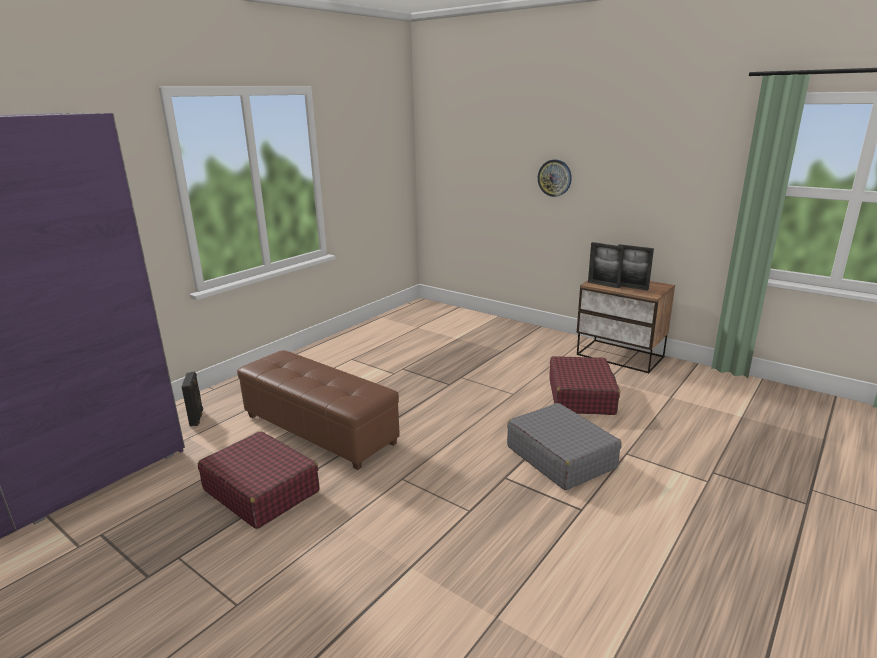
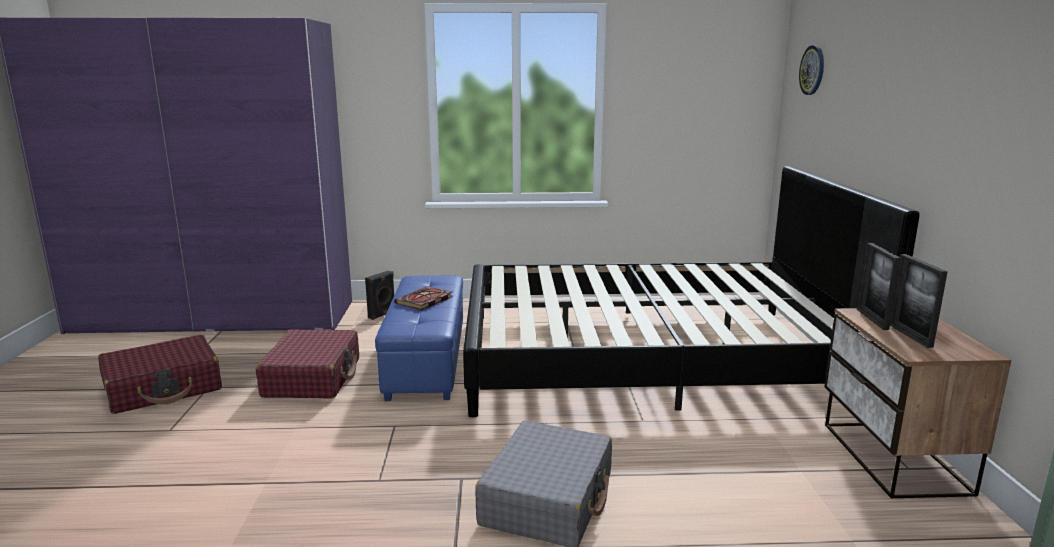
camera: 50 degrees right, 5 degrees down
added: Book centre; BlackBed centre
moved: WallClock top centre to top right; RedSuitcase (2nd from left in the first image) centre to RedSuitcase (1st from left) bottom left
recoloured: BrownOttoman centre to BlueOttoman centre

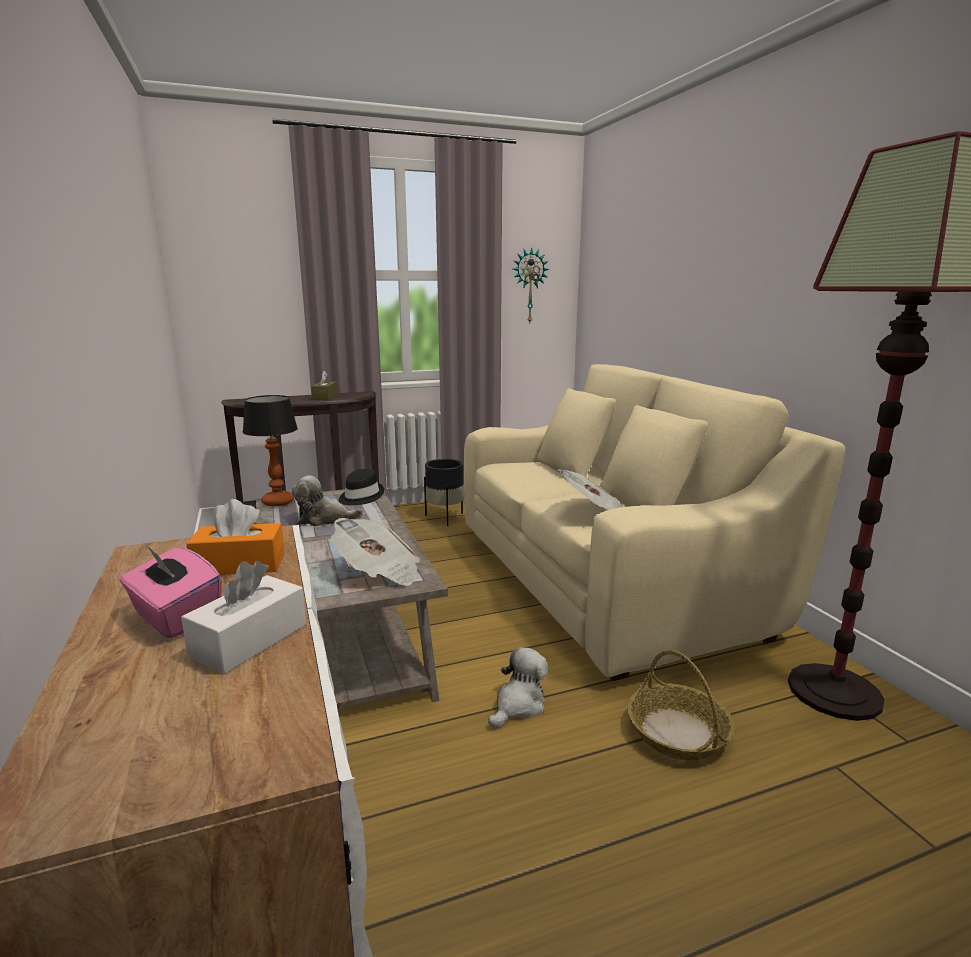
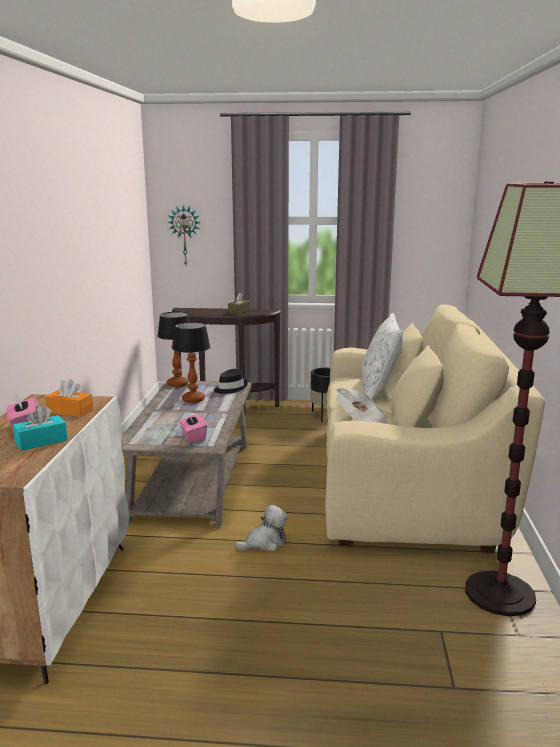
camera: 25 degrees right, 0 degrees up
removed: Basket bottom right
added: WhitePillow middle right
moved: WallClock top centre to top left
replaced: PlushToy (1st from left) centre to TableLamp (2nd from left) centre; Newspaper (1st from left) centre to PinkTissueBox (2nd from left) centre
recoloured: WhiteTissueBox middle left to TurquoiseTissueBox middle left

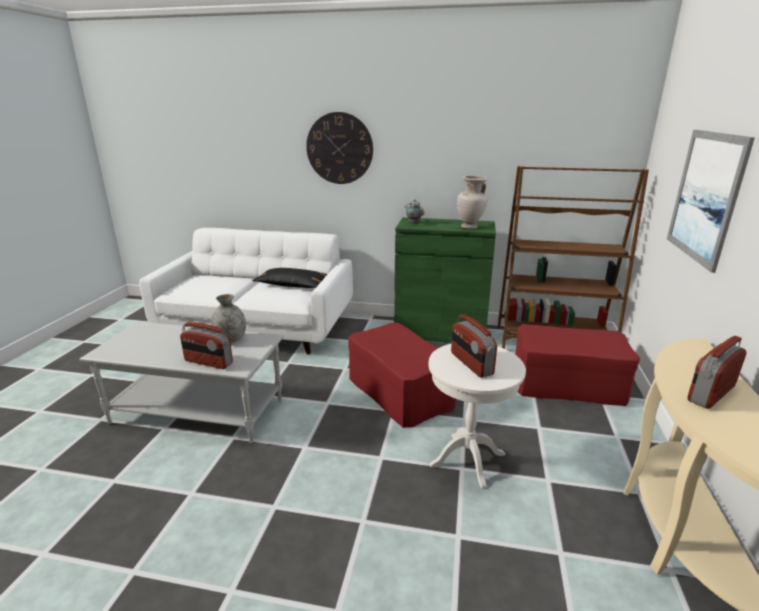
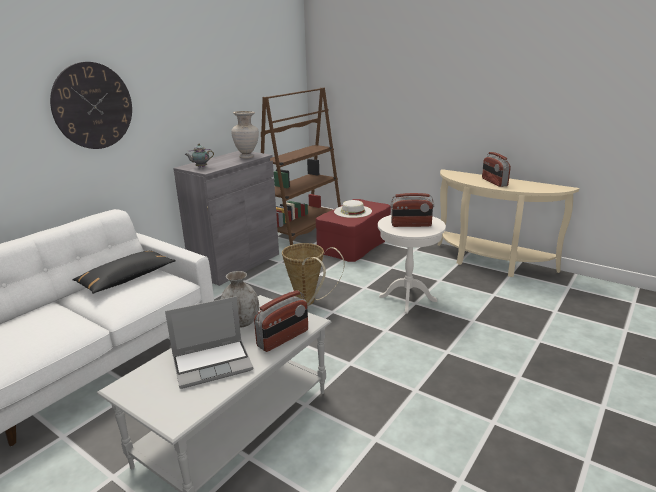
camera: 65 degrees left, 0 degrees up
removed: Picture top right
added: Laptop bottom left; WhiteHat centre
replaced: RedOttoman (1st from left) centre to Basket centre
recoloured: GreenCabinet centre to GreyCabinet centre

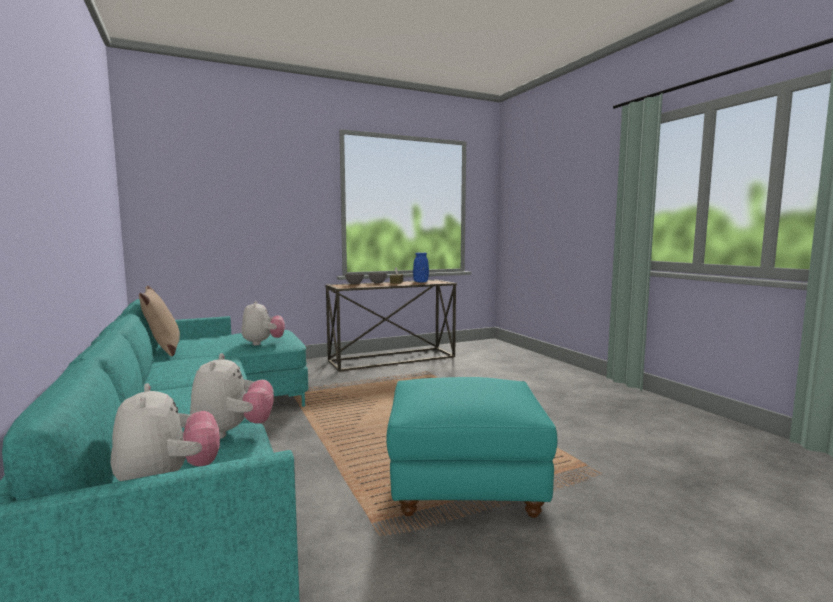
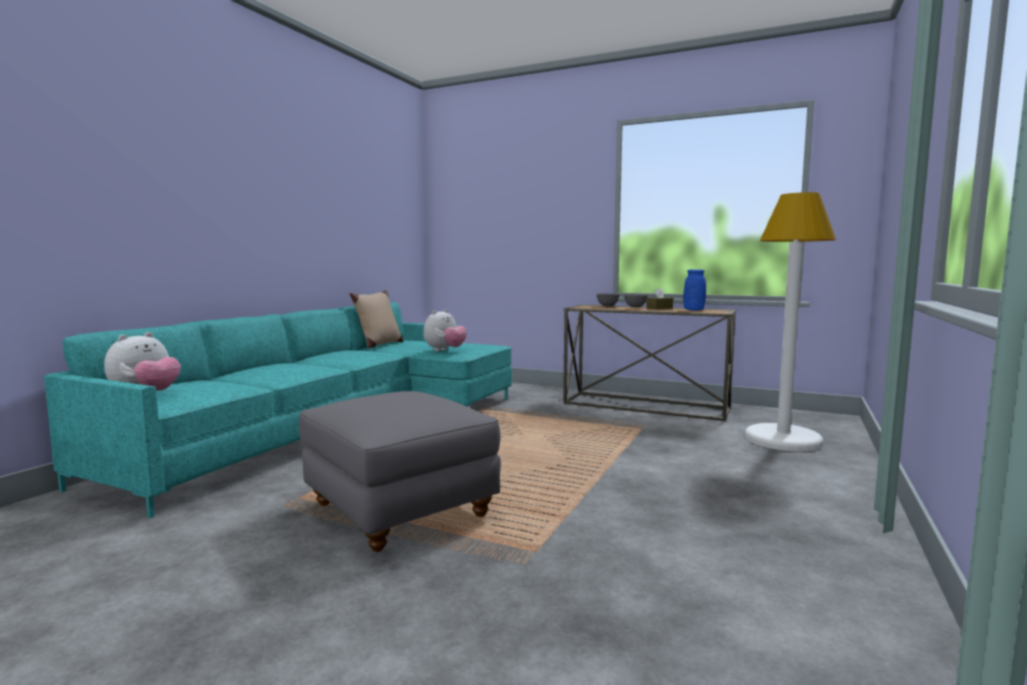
camera: 50 degrees right, 0 degrees up
removed: PlushToy (2nd from left) middle left
added: WhiteFloorLamp middle right
recoloured: TurquoiseOttoman bottom centre to GreyOttoman bottom centre

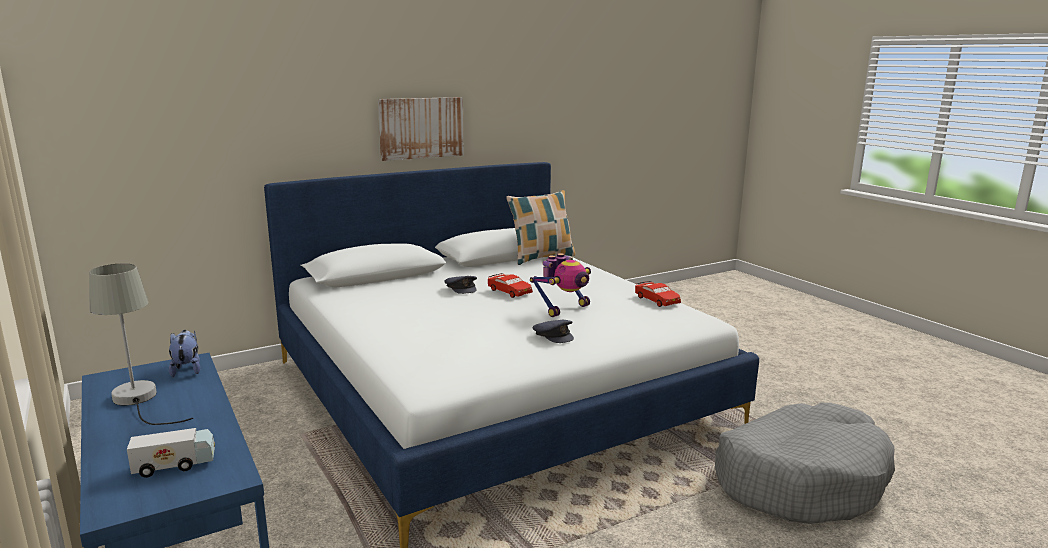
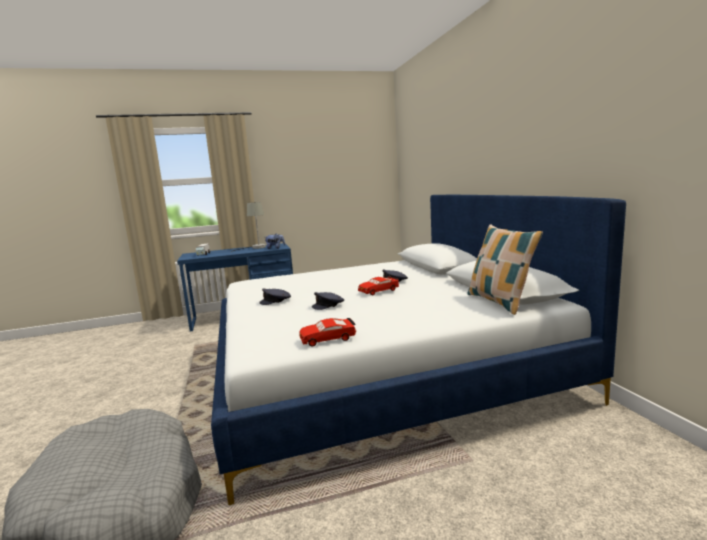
camera: 105 degrees right, 5 degrees down
removed: Picture top centre
replaced: ToyRobot centre to GreyCap (2nd from left) centre

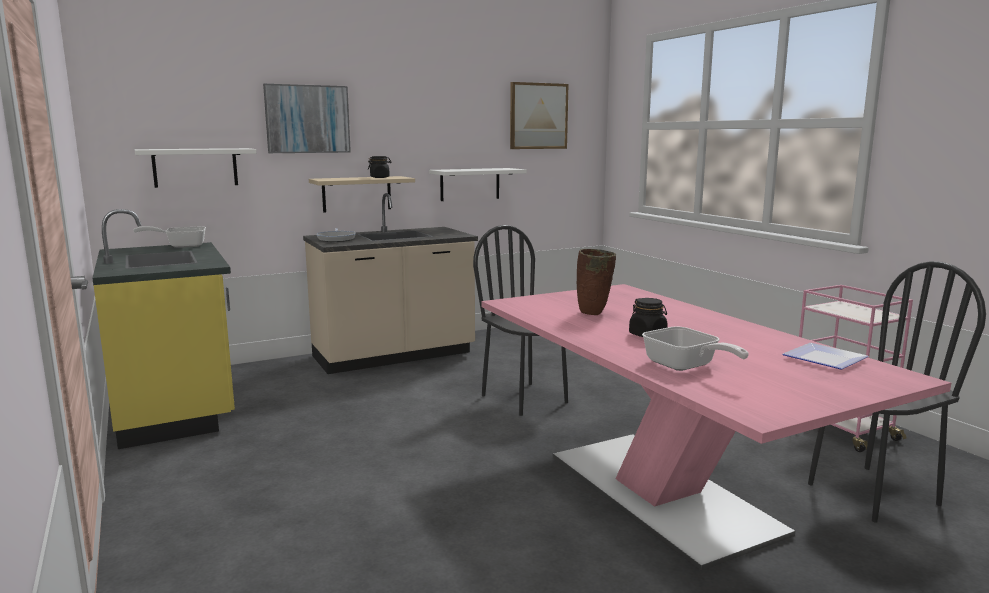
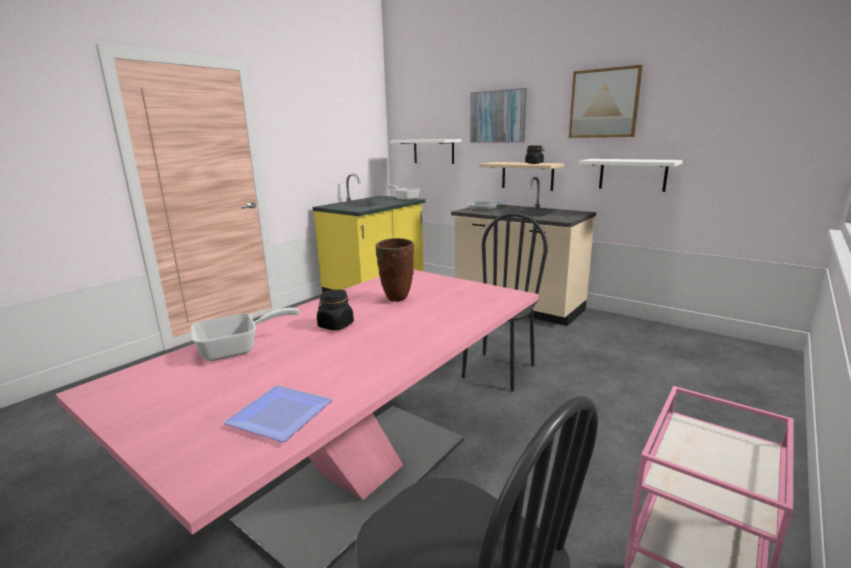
camera: 65 degrees right, 5 degrees up
moved: Picture (2nd from left) top centre to top right
turned: FryingPan (3rd from left in the first image) middle right = middle left 150 degrees counterclockwise

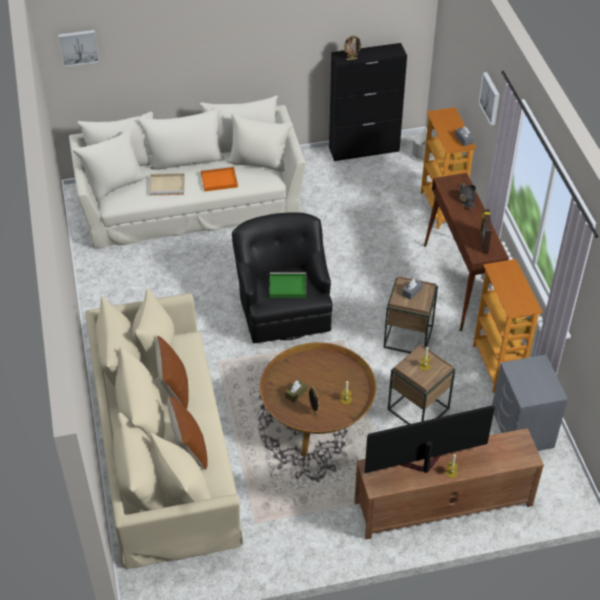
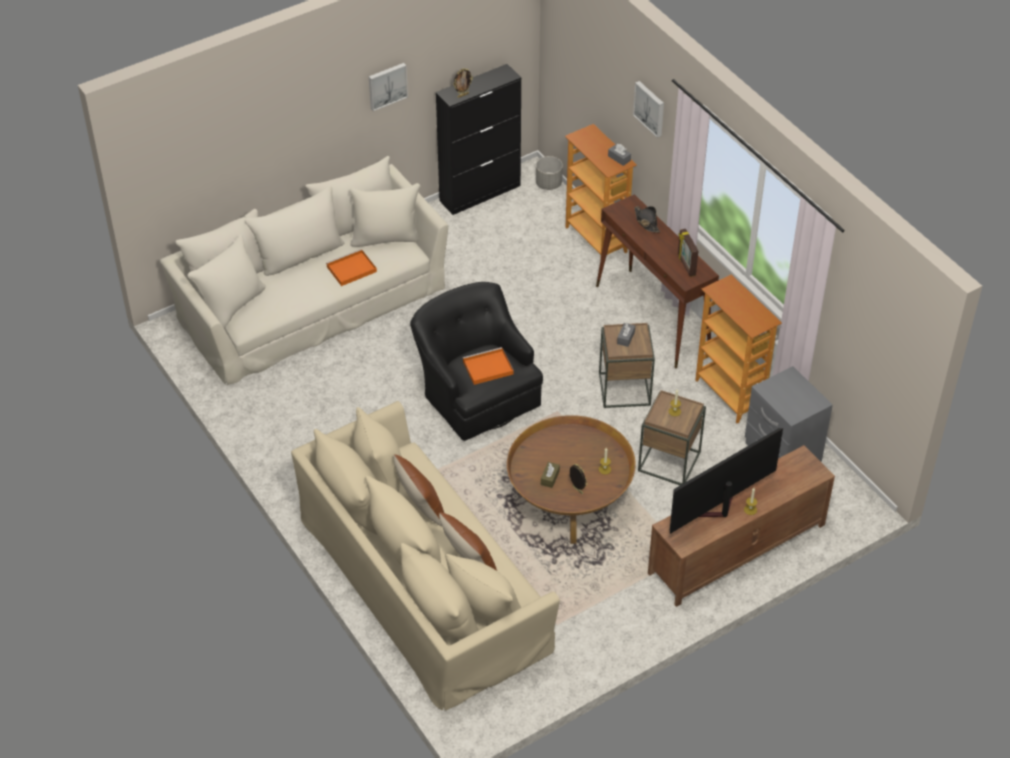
camera: 20 degrees left, 0 degrees up
removed: BeigeTray top left
moved: Picture (1st from left) top left to top centre
recoloured: GreenTray centre to OrangeTray (2nd from left) centre

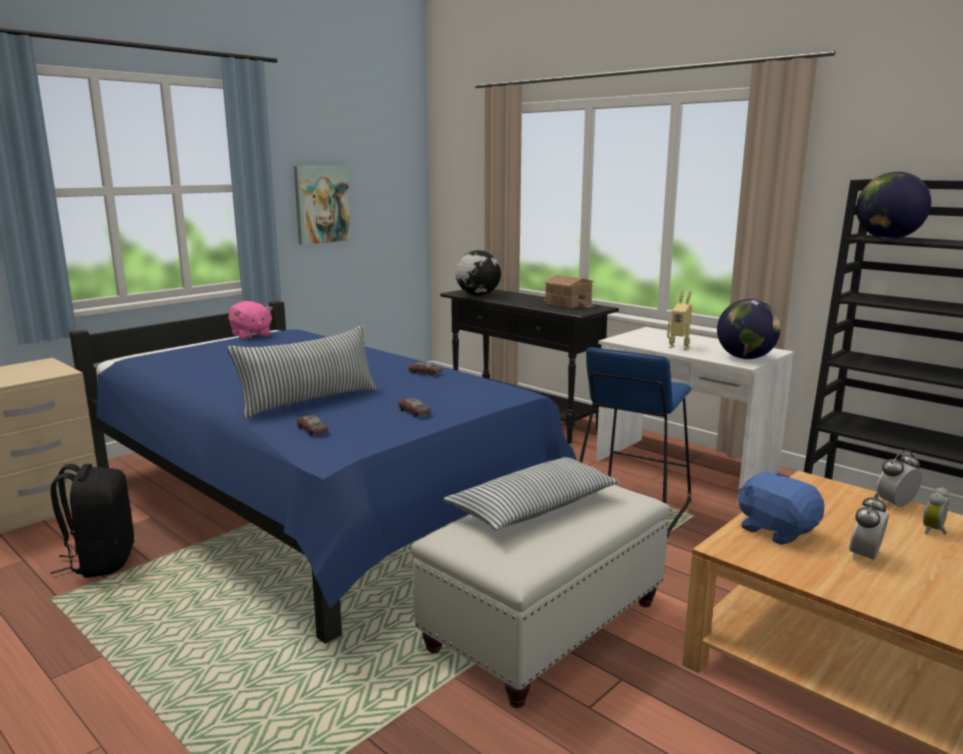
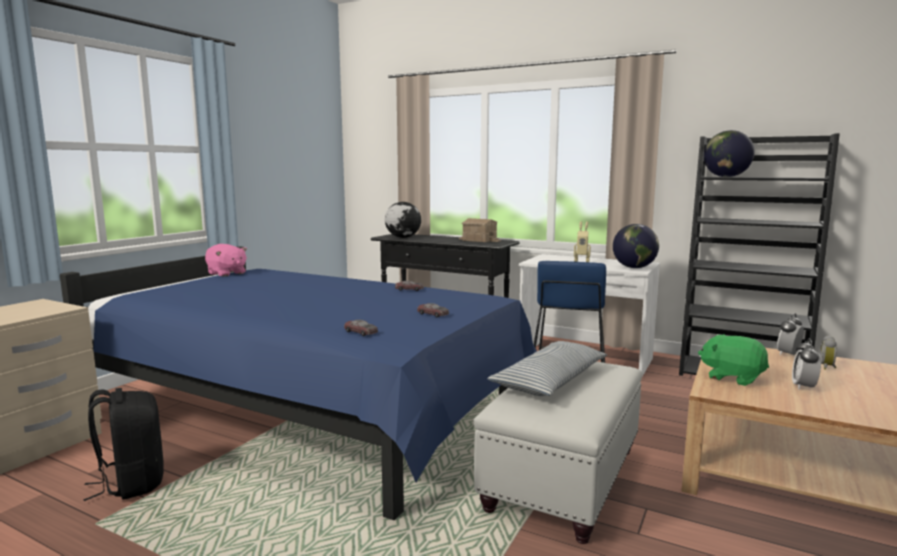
camera: 15 degrees left, 5 degrees down
removed: Pillow (1st from left) middle left; Picture top centre
recoloured: BluePlushToy bottom right to GreenPlushToy middle right

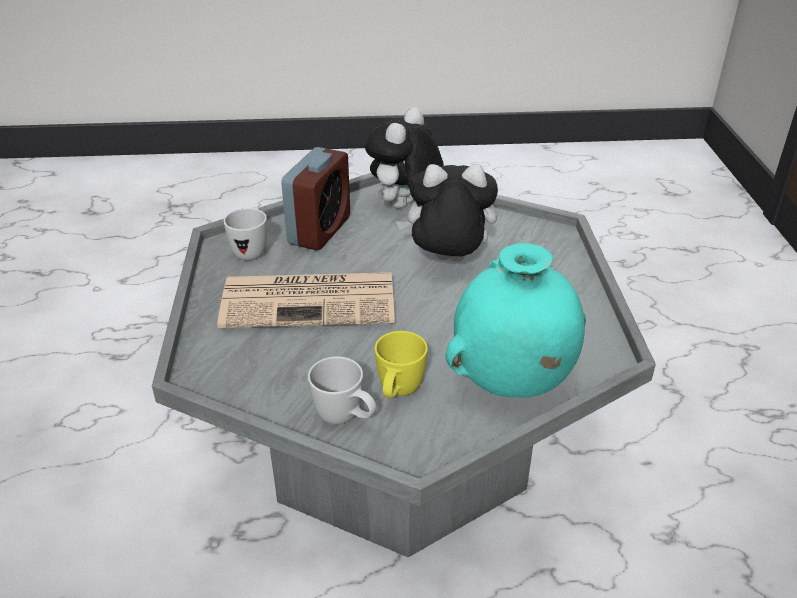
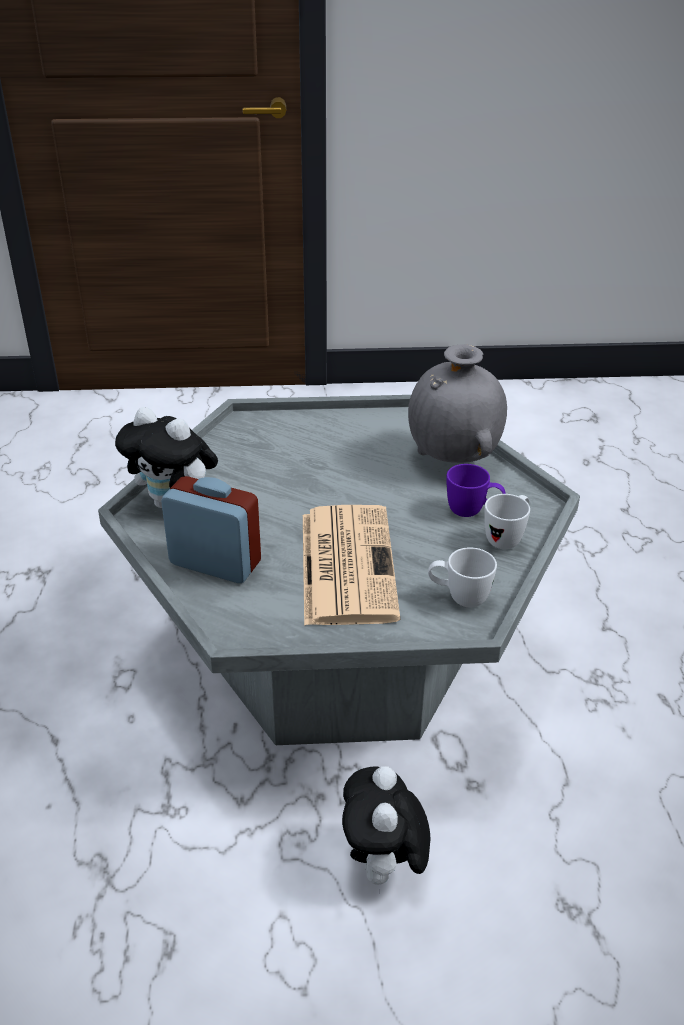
camera: 90 degrees left, 0 degrees up
moved: WhiteMug (1st from left) middle left to middle right; PlushToy (2nd from left) centre to bottom centre
recoloured: YellowMug centre to PurpleMug middle right; TurquoiseVase centre to GreyVase middle right

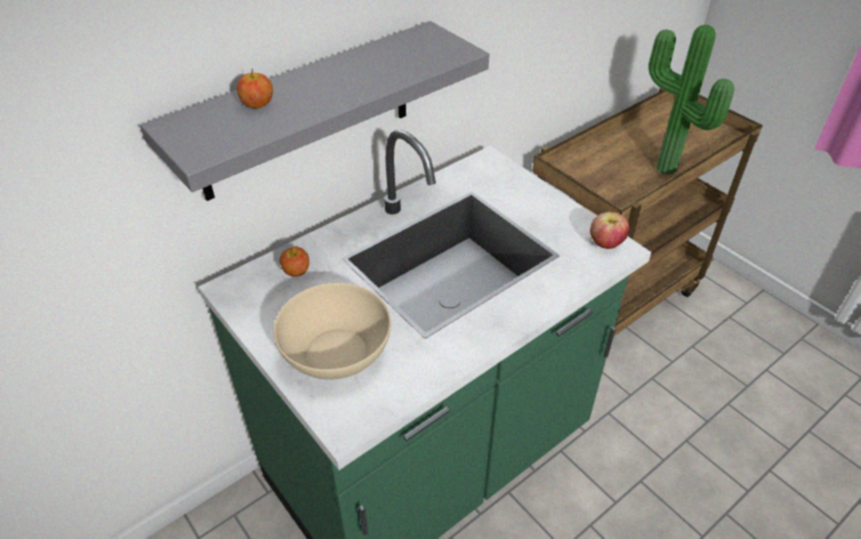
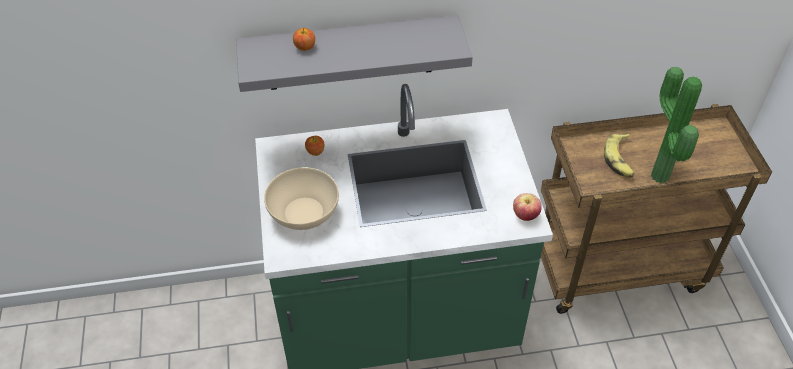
camera: 30 degrees right, 5 degrees up
added: Banana middle right

